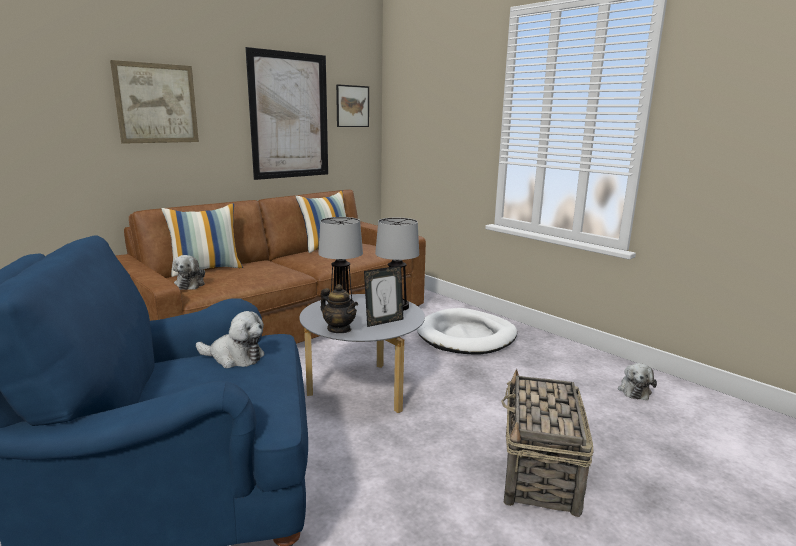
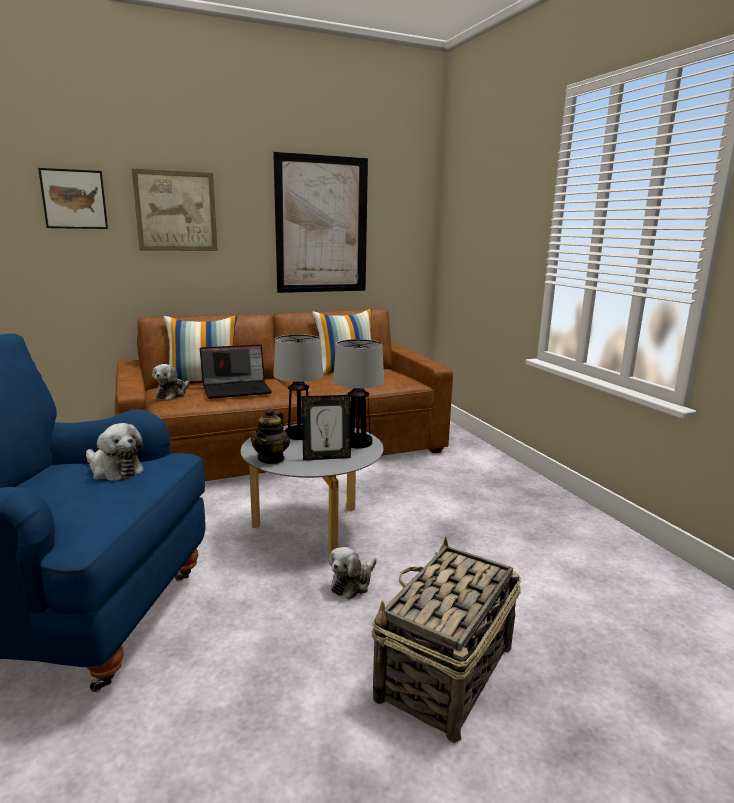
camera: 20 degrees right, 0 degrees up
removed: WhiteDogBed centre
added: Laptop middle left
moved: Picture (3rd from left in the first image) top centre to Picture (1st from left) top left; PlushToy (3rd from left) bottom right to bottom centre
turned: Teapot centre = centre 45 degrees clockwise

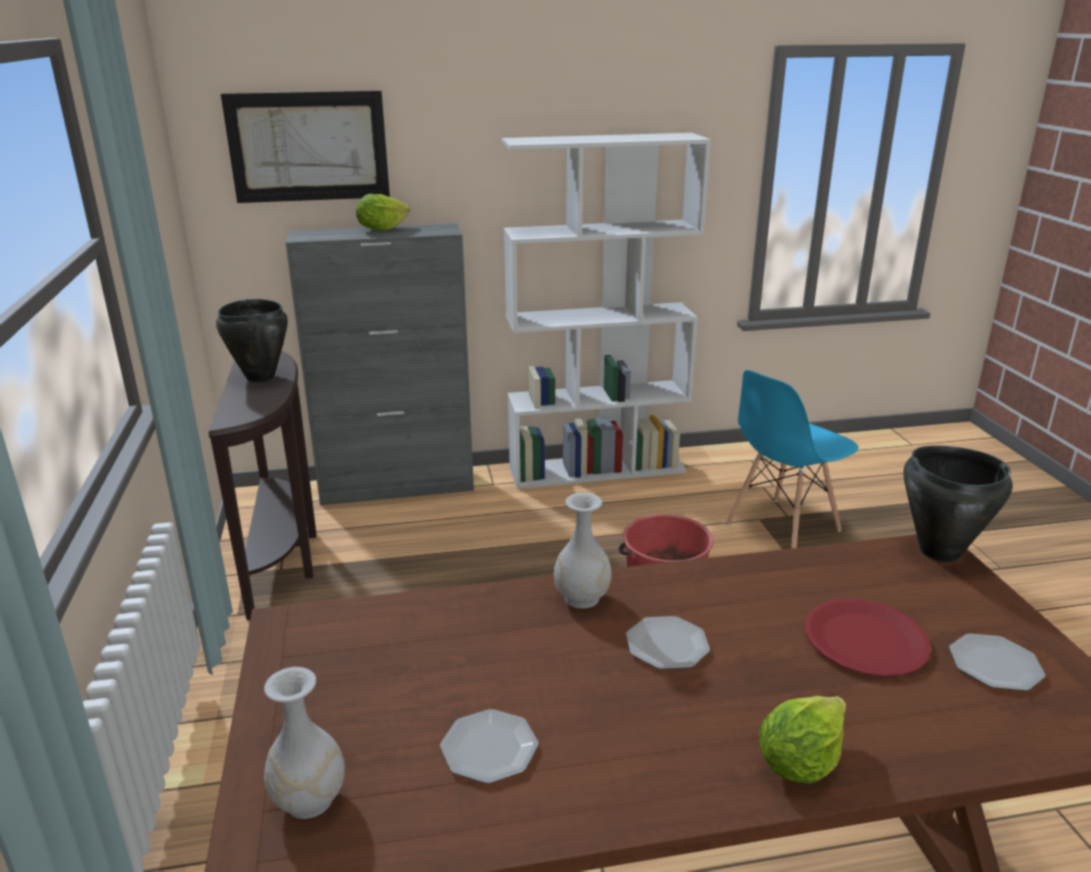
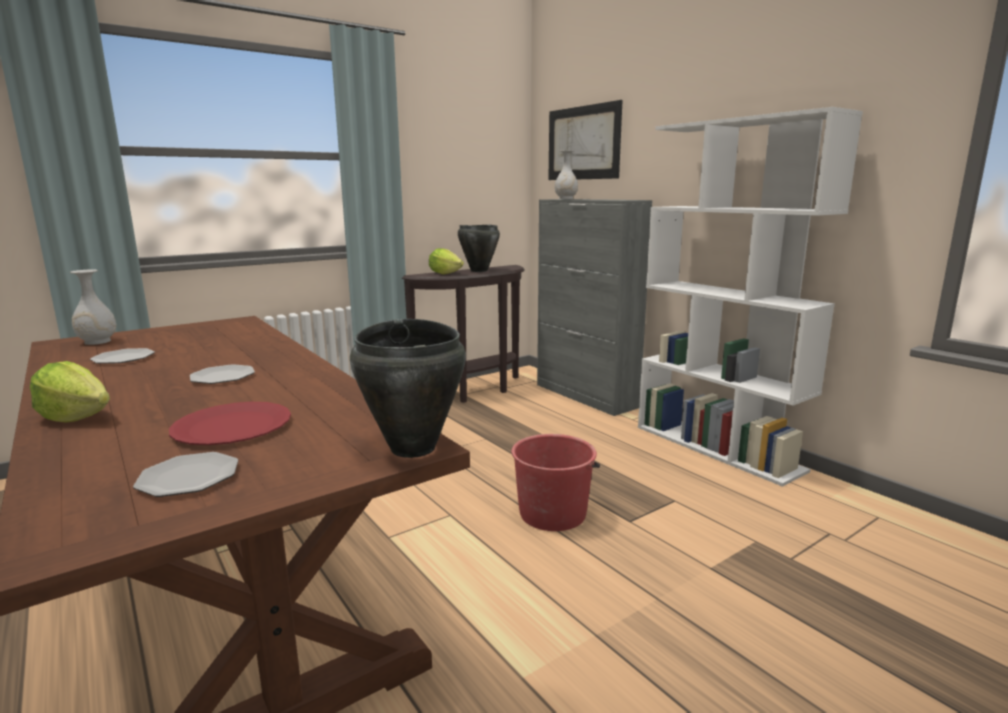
camera: 65 degrees right, 10 degrees down
removed: BlueChair middle right
moved: Lettuce (1st from left in the first image) top centre to Lettuce (2nd from left) centre; WhiteVase (2nd from left) centre to top centre

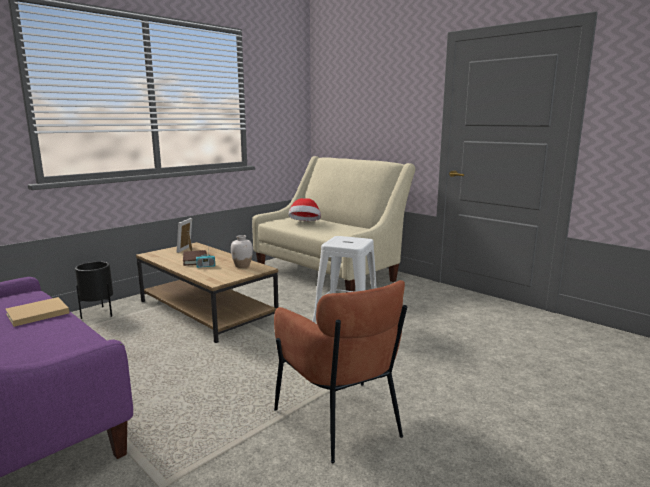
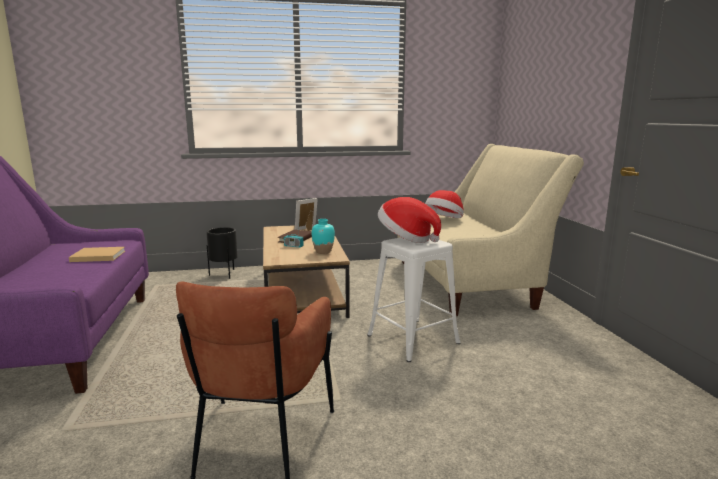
camera: 35 degrees right, 0 degrees up
added: Hat (1st from left) centre
recoloured: WhiteVase centre to TurquoiseVase centre

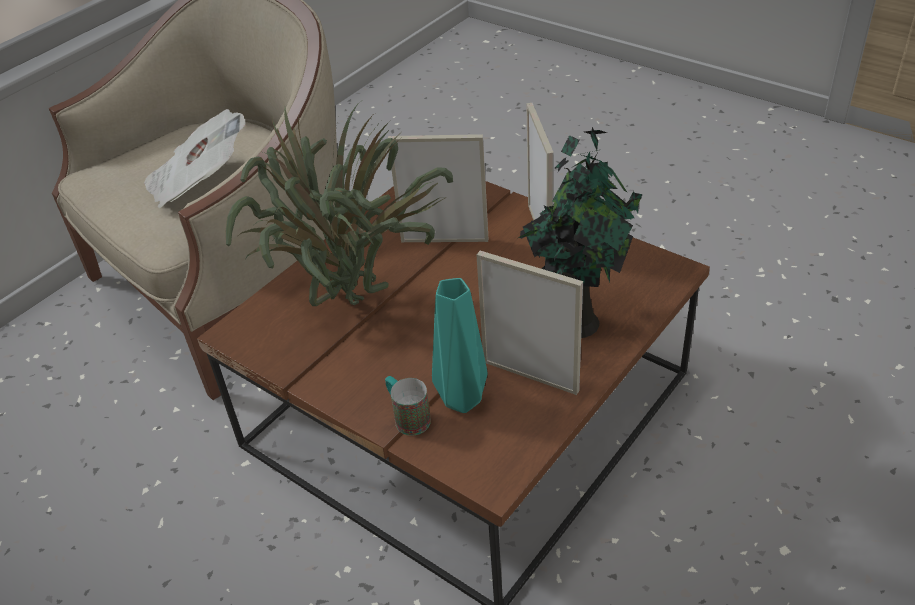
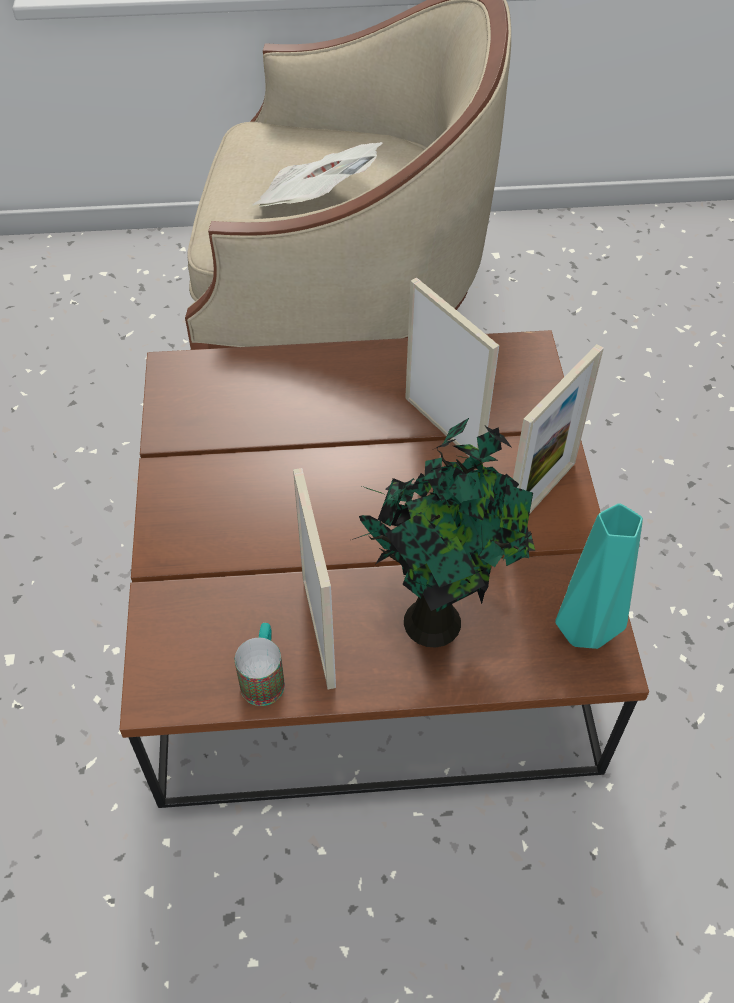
camera: 45 degrees right, 10 degrees up
removed: PottedPlant (1st from left) centre
moved: Mug bottom centre to centre; TurquoiseVase centre to middle right

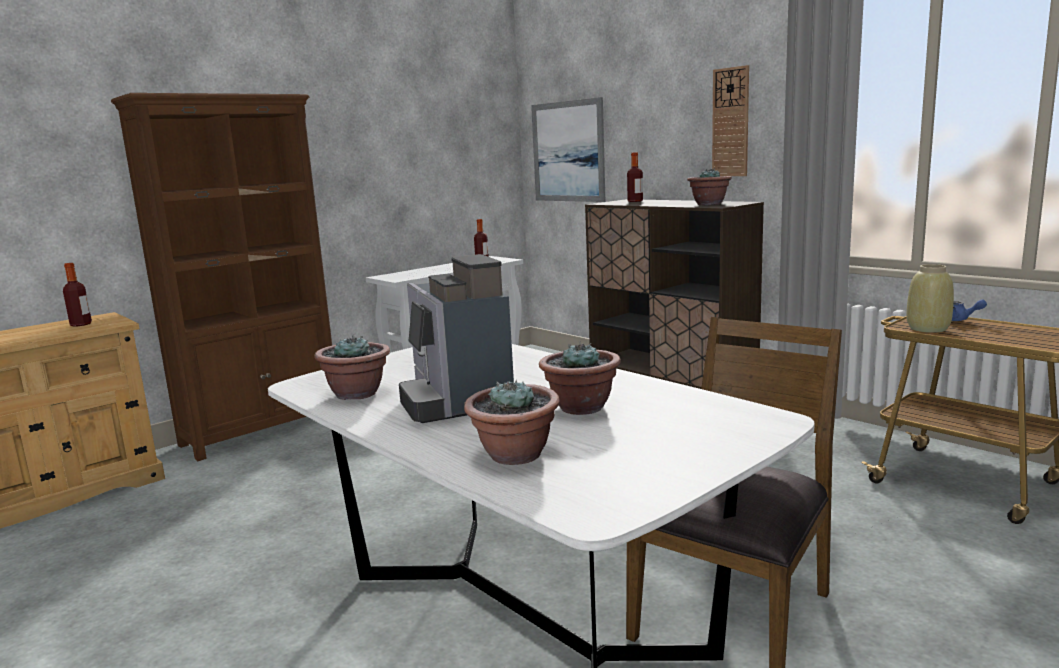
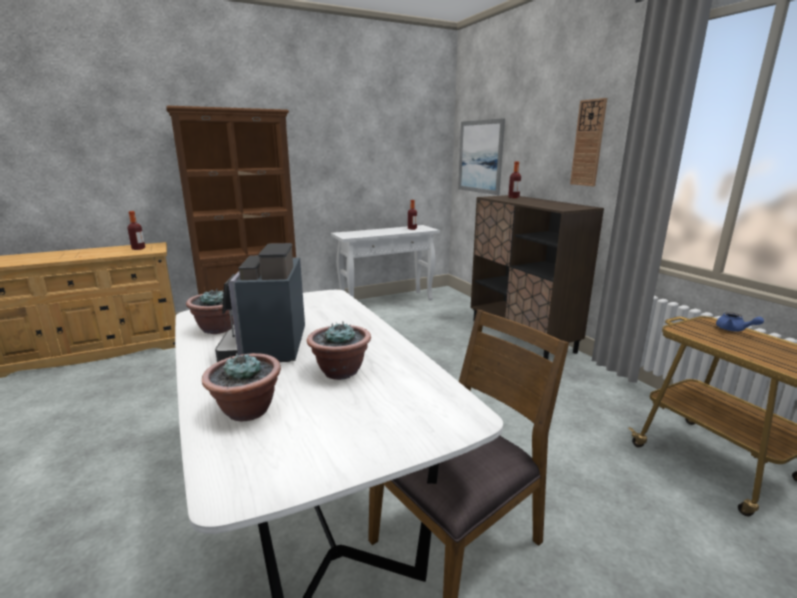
camera: 15 degrees right, 5 degrees up
removed: PottedPlant (4th from left) top right; BeigeVase middle right

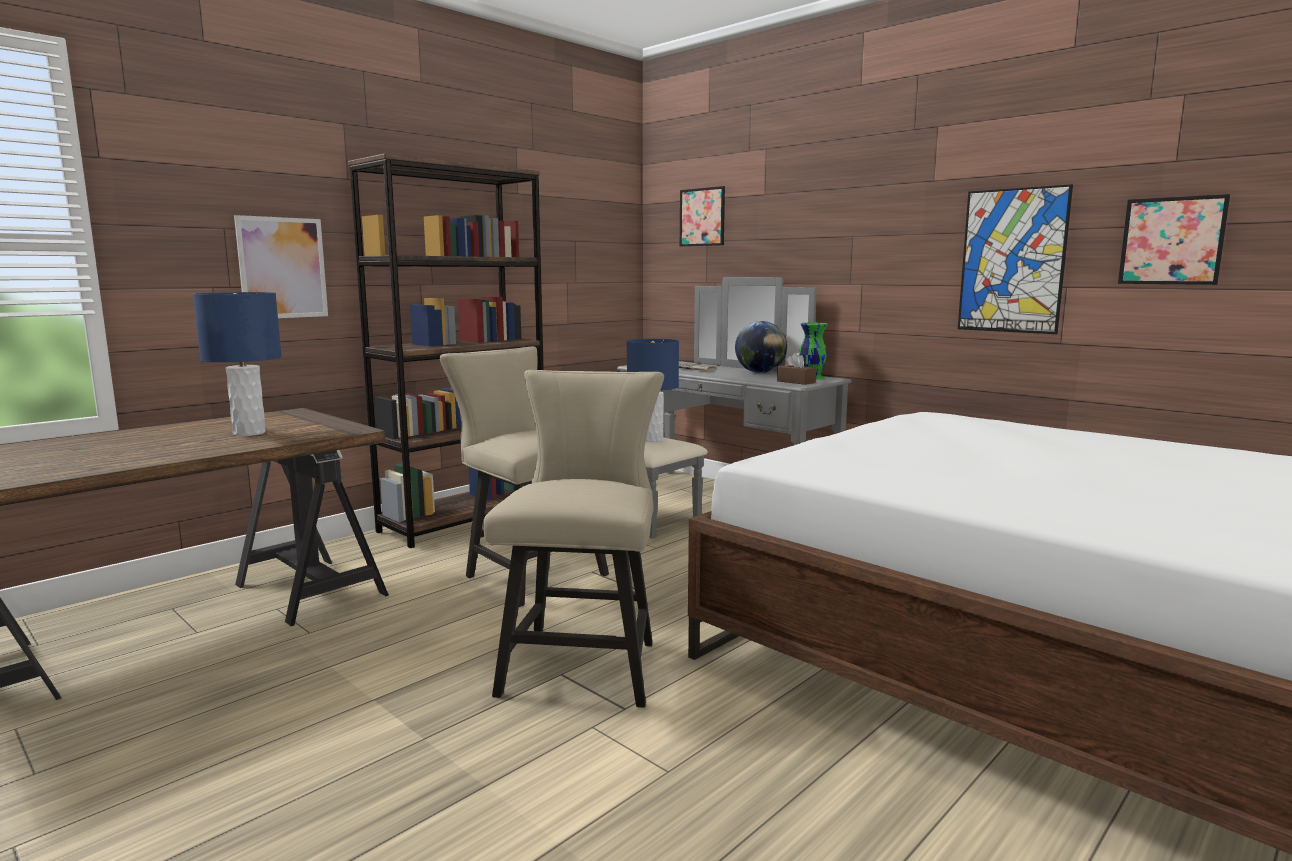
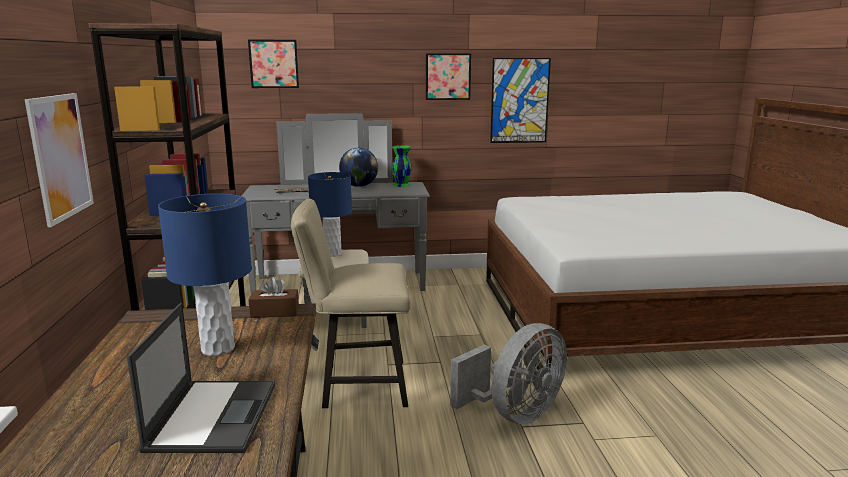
camera: 50 degrees left, 5 degrees up
added: Laptop bottom left
moved: BrownTissueBox centre to middle left; Picture (4th from left in the first image) top right to Picture (3rd from left) top centre
replaced: BeigeChair (2nd from left) centre to GreyFan bottom centre

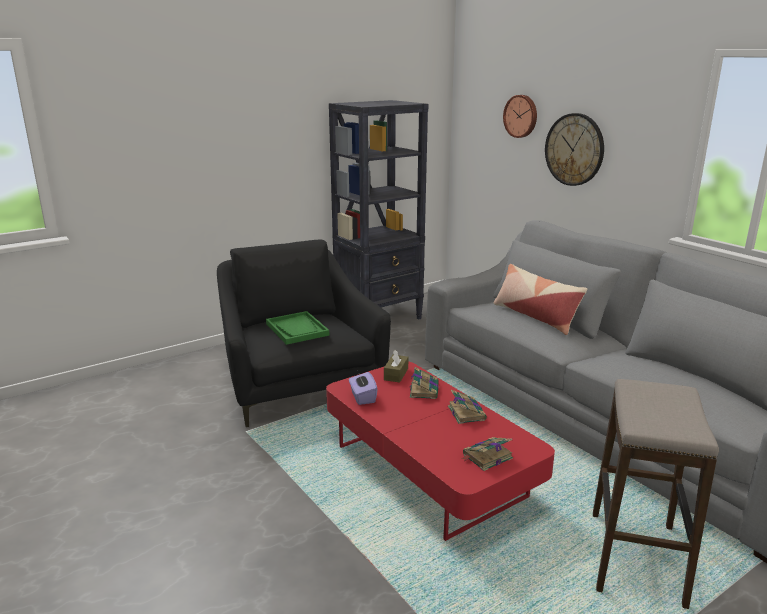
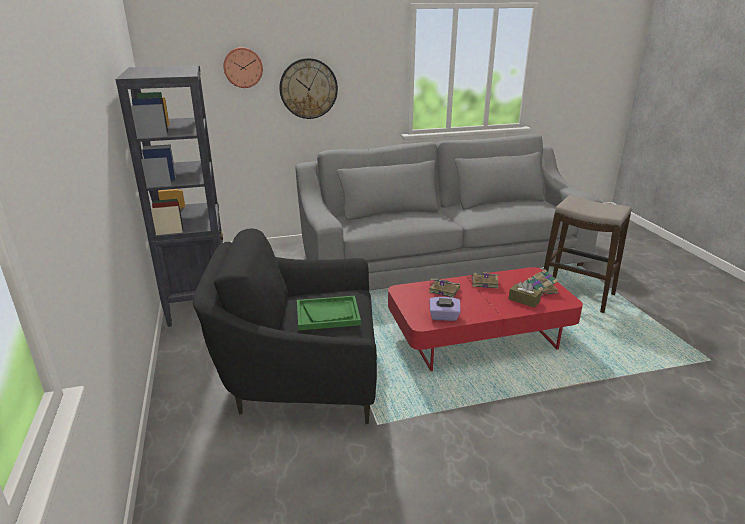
camera: 70 degrees left, 5 degrees up
removed: Pillow middle right
moved: BrownTissueBox centre to middle right

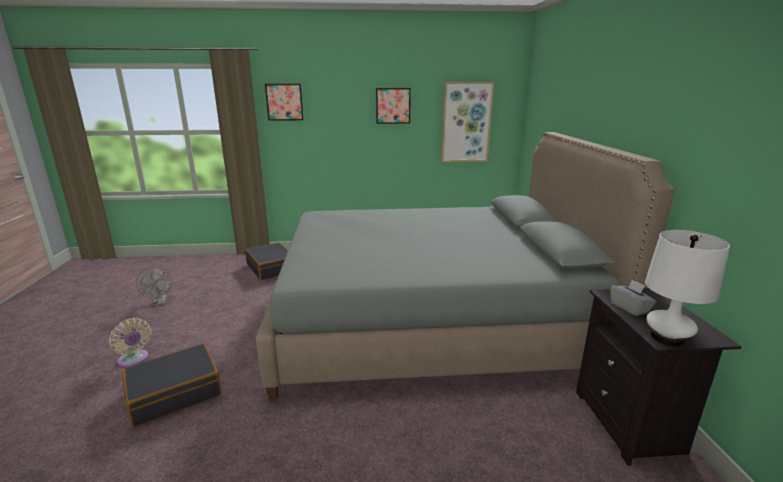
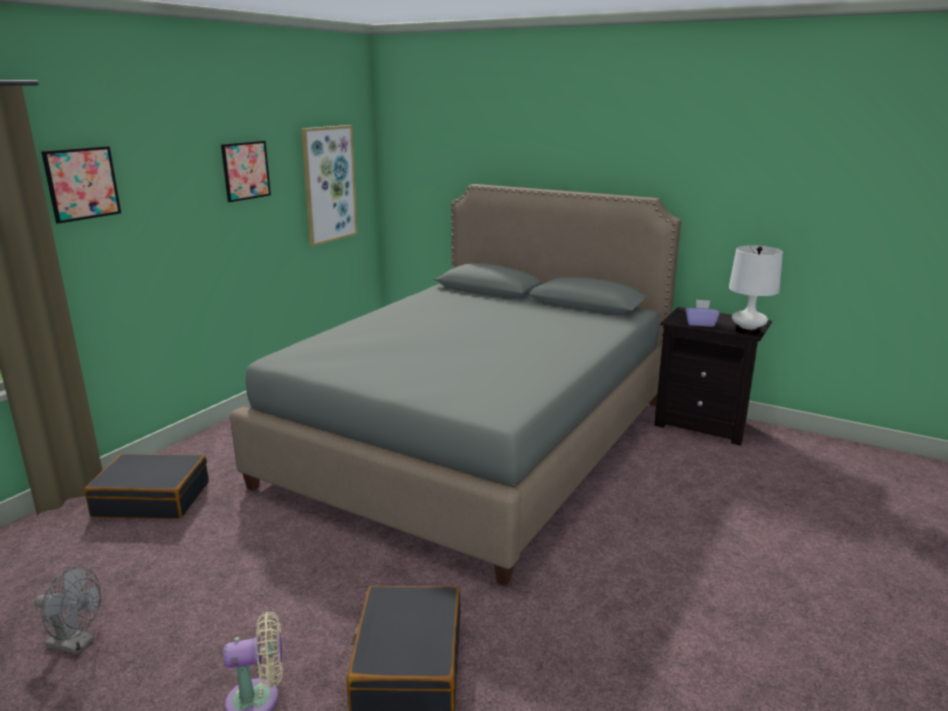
camera: 55 degrees left, 0 degrees up
recoloured: GreyTissueBox middle right to PurpleTissueBox middle right

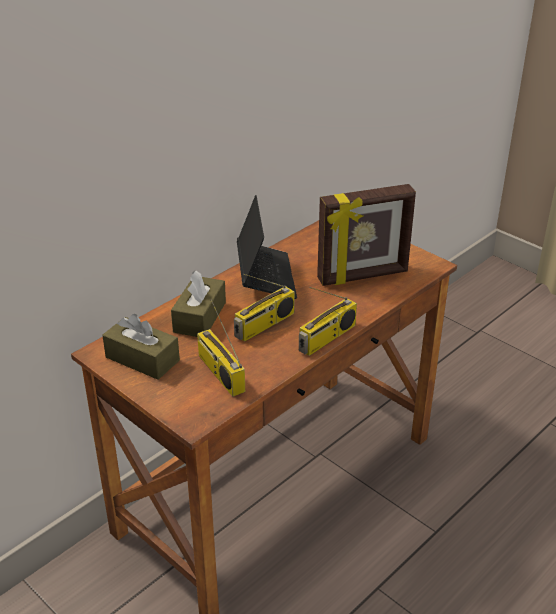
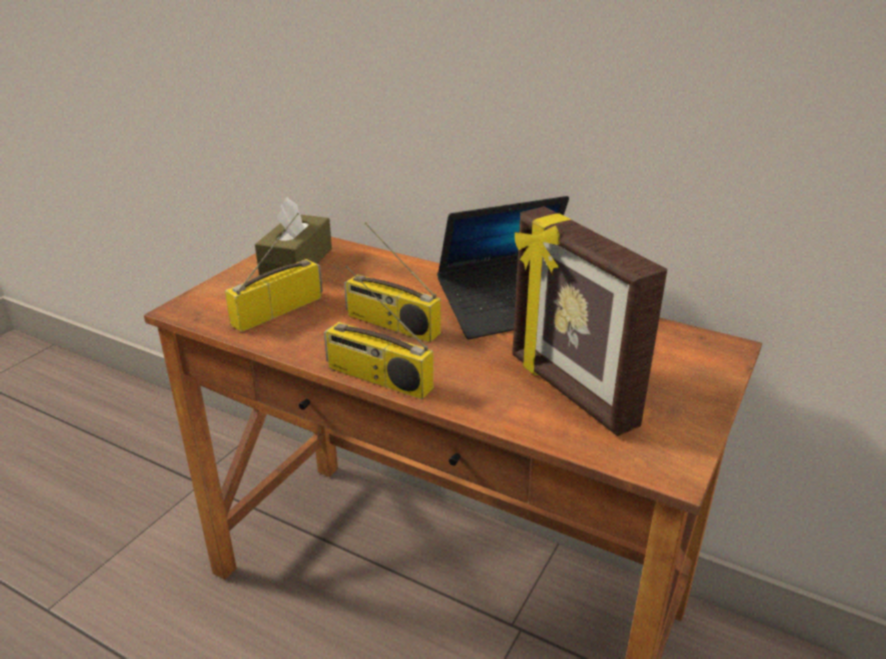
camera: 75 degrees right, 5 degrees down
removed: BrownTissueBox (2nd from left) centre

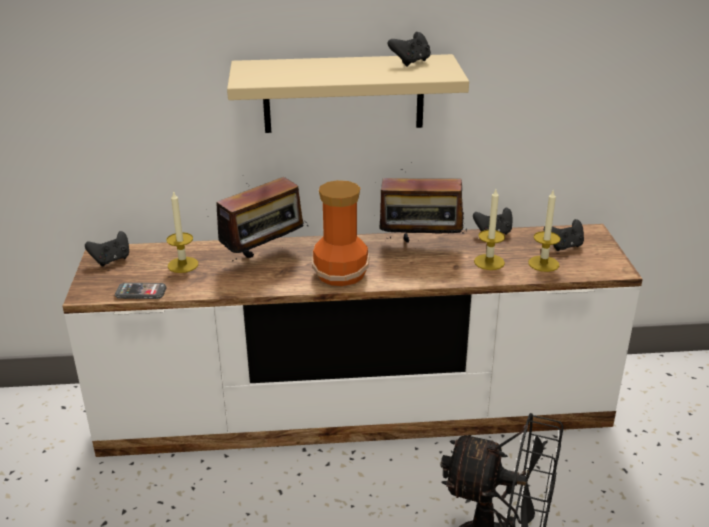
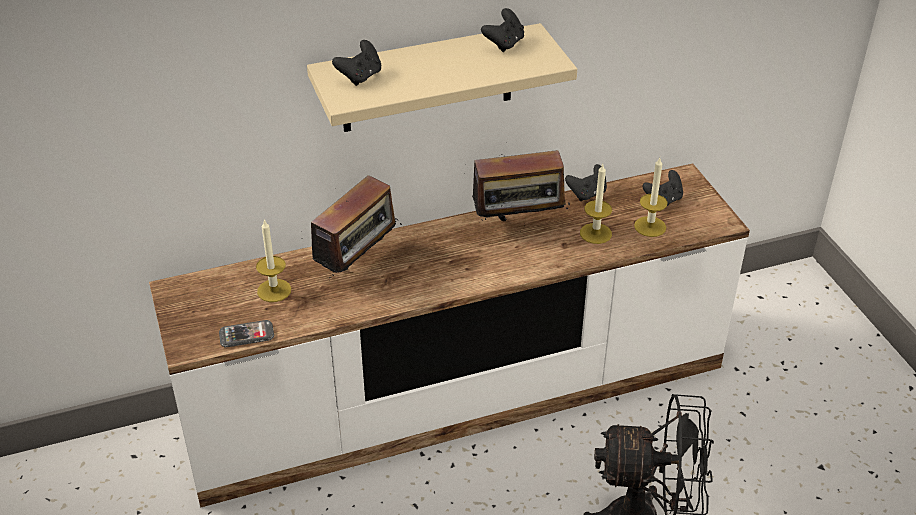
camera: 15 degrees left, 10 degrees up
removed: Vase centre
moved: BlackGameController (1st from left) middle left to top centre

